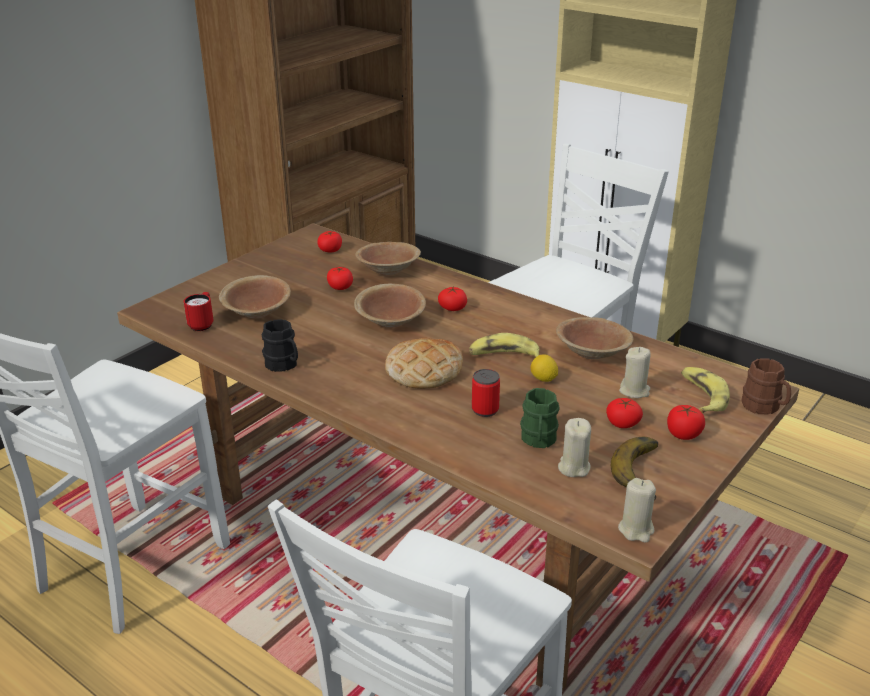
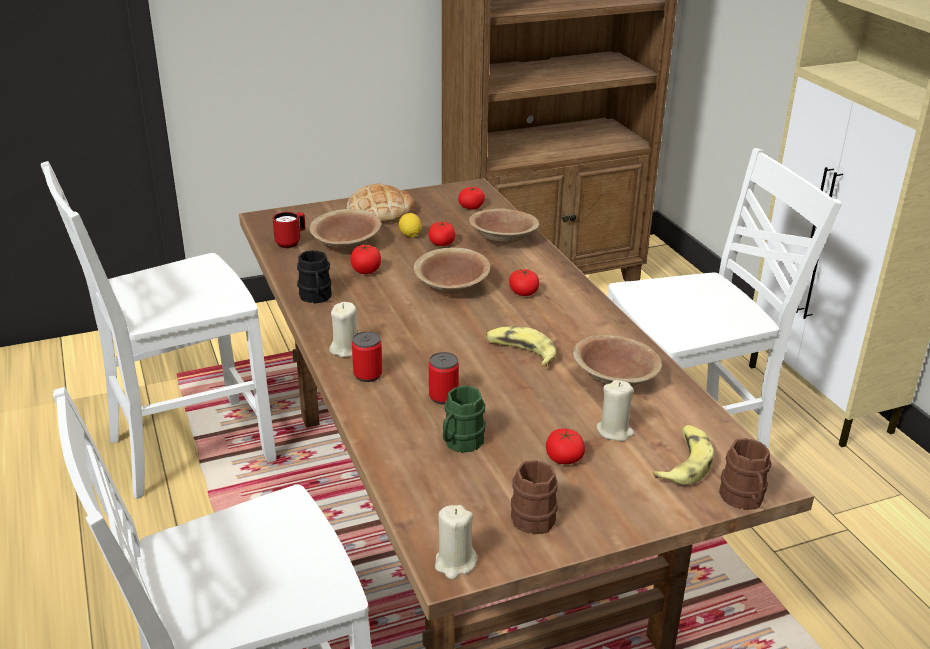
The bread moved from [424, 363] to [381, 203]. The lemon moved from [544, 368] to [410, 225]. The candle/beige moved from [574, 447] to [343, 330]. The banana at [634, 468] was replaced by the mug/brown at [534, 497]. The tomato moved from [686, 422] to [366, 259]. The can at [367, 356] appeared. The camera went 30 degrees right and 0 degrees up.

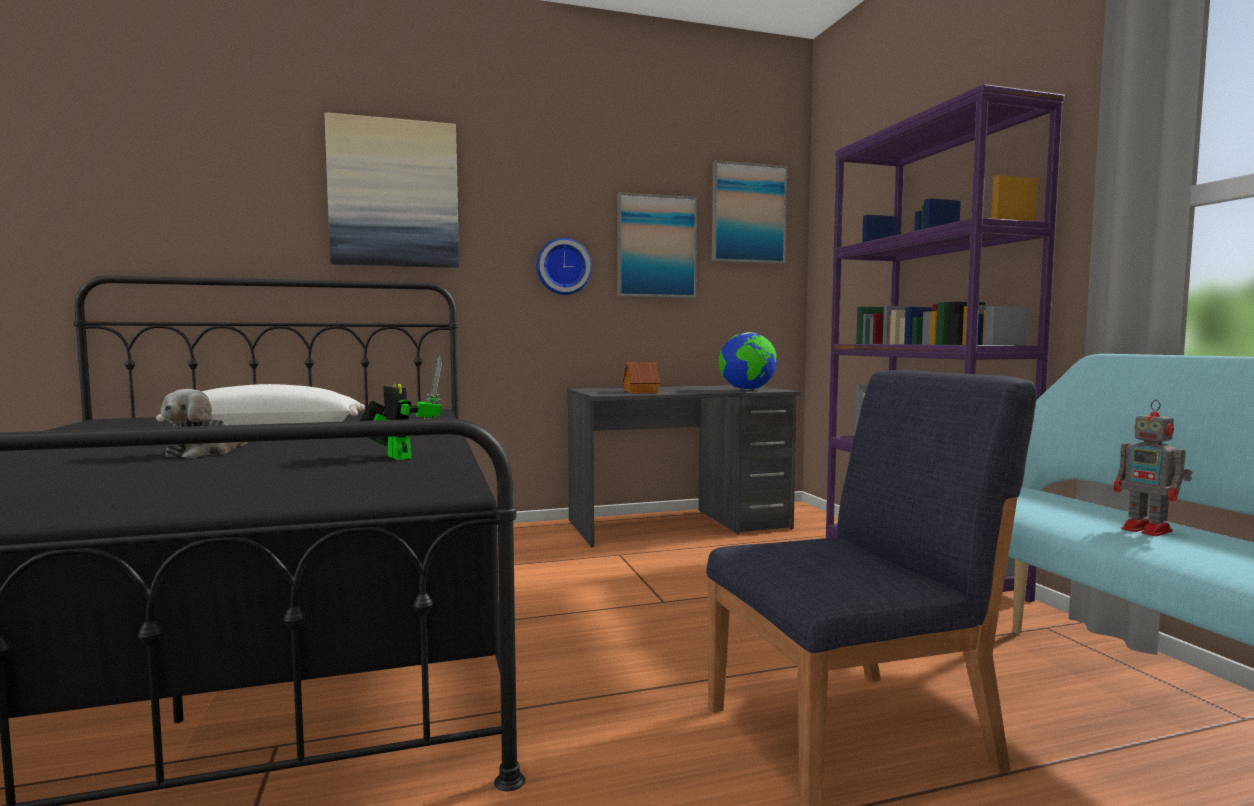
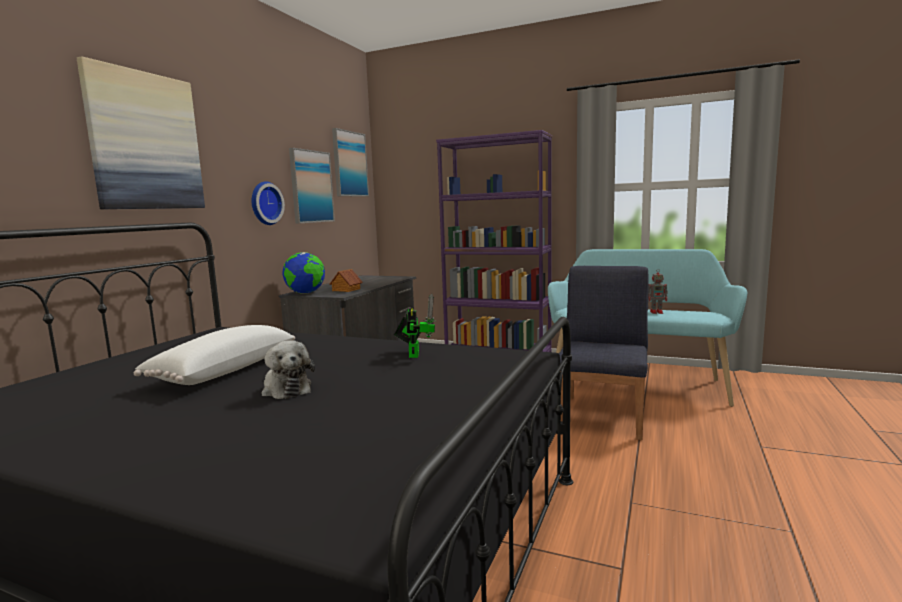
The toy robot at [401, 408] turned 90 degrees clockwise. The globe moved from [748, 361] to [303, 273]. The camera went 50 degrees left and 5 degrees up.

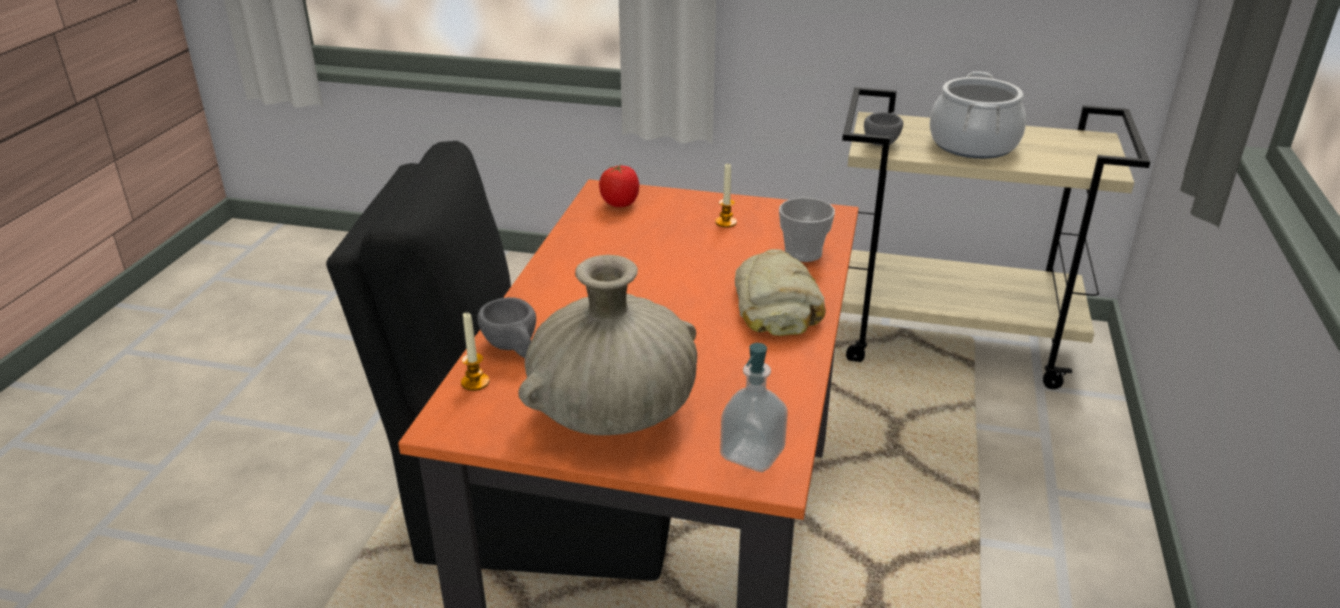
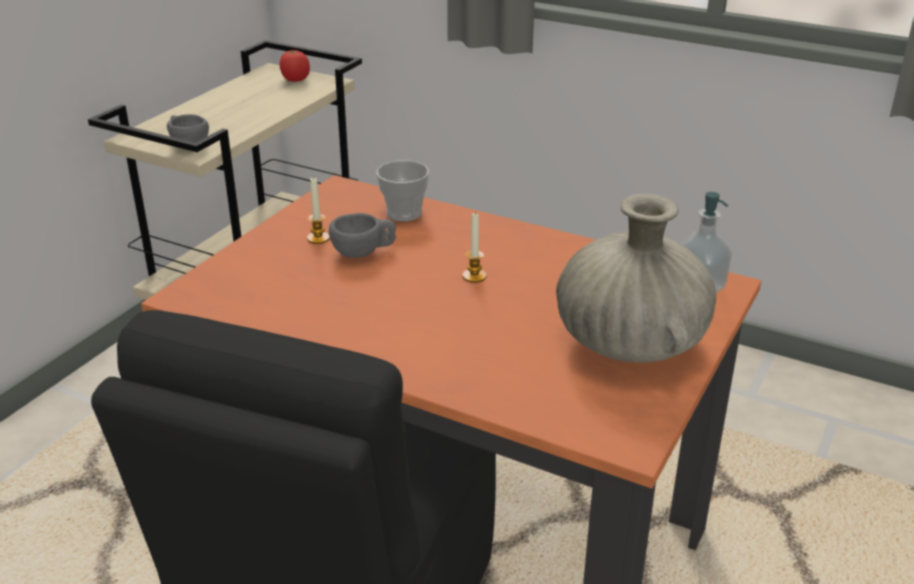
The candle moved from [475, 351] to [474, 248]. The cup/grey moved from [506, 327] to [362, 235]. The tomato moved from [619, 185] to [294, 66]. The bread at [780, 292] disappeared. The cooking pot at [978, 115] disappeared. The camera went 75 degrees left and 0 degrees up.

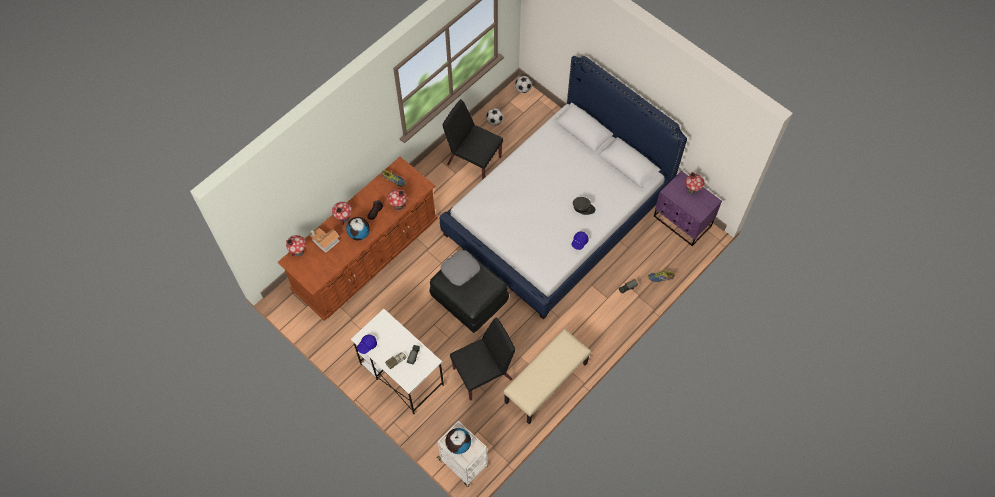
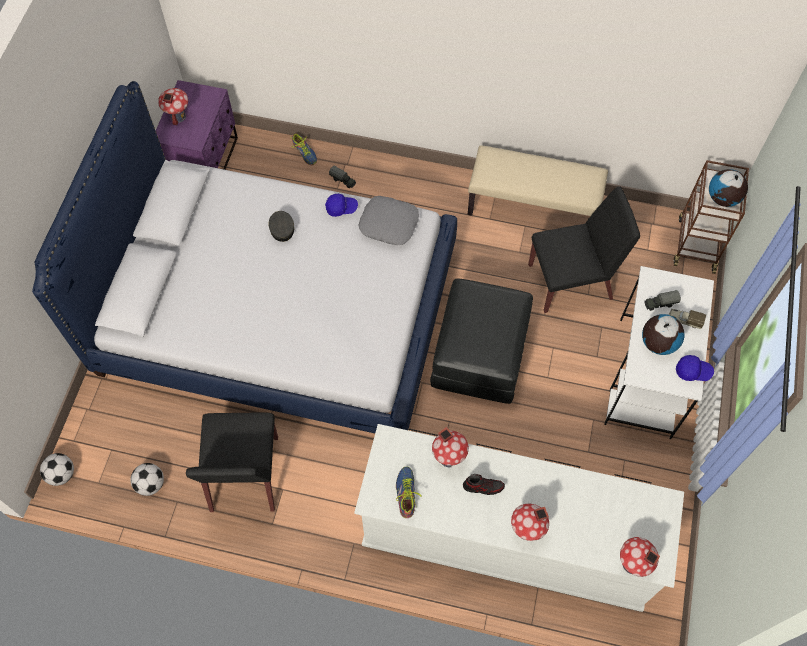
The dresser/brown at [358, 239] became the dresser/white at [519, 518]. The toy house at [325, 240] disappeared. The globe moved from [358, 228] to [663, 334]. The cart/white at [462, 454] became the cart/brown at [711, 217]. The pillow/grey moved from [460, 268] to [388, 220]. The chair/black at [482, 359] turned 135 degrees clockwise. The camera went 120 degrees left and 0 degrees up.

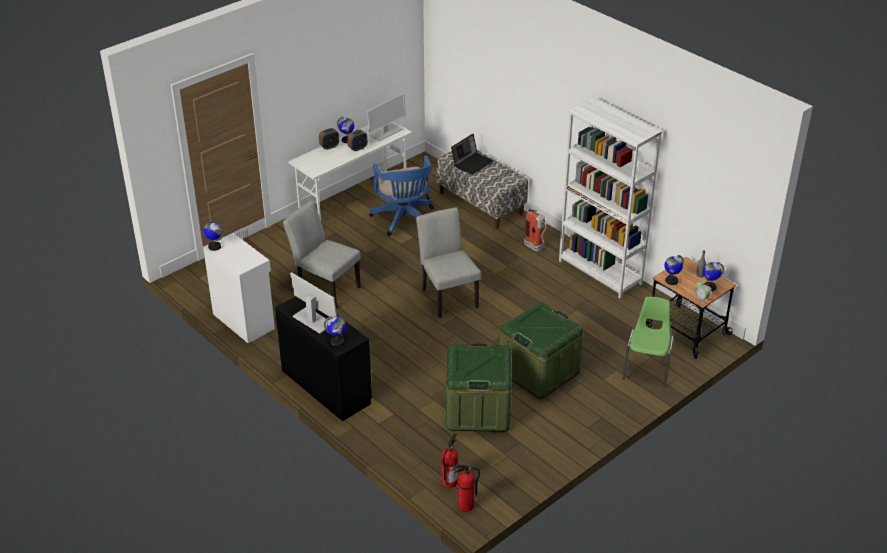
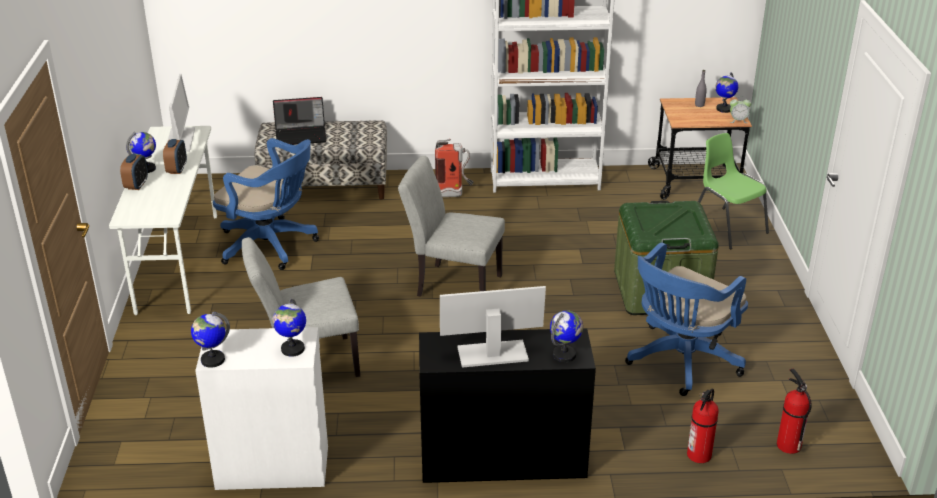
The storage box/green at [479, 388] was replaced by the office chair/blue at [686, 319]. The laptop at [472, 154] turned 90 degrees clockwise. The fire extinguisher moved from [467, 488] to [703, 426]. The globe moved from [674, 270] to [289, 328]. The camera went 50 degrees left and 5 degrees down.

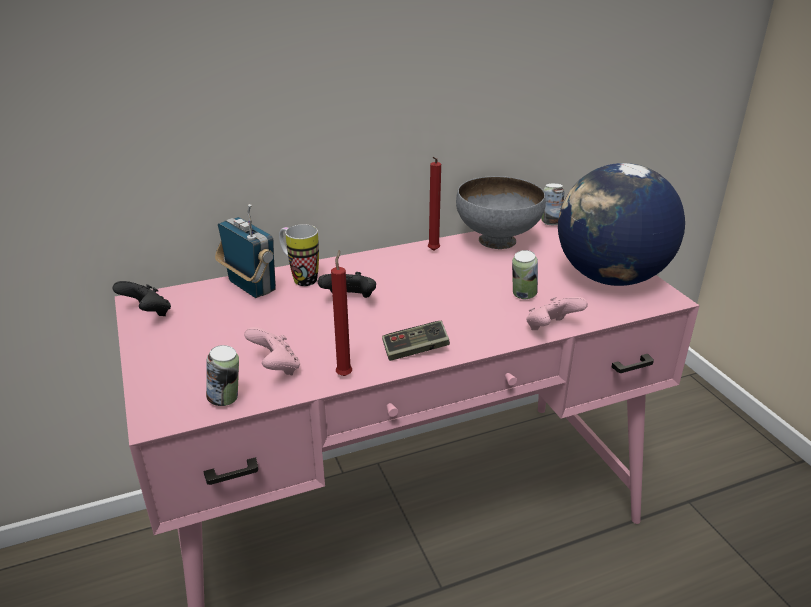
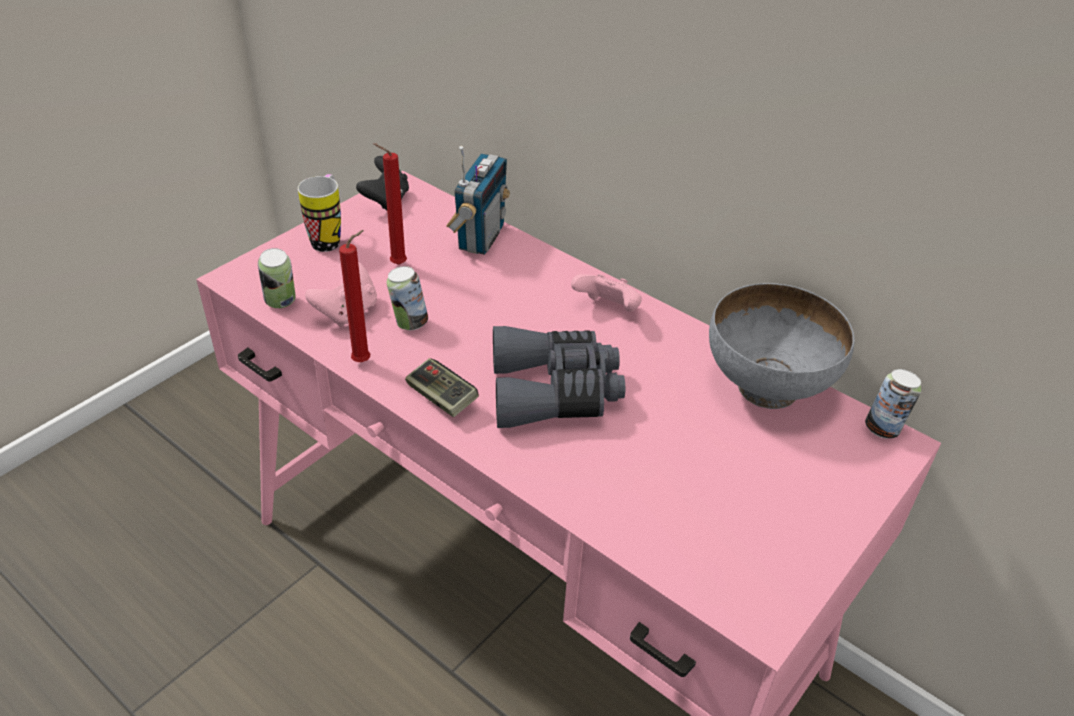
The mug moved from [299, 255] to [319, 213]. The game controller/black at [347, 285] disappeared. The candle/red moved from [434, 204] to [390, 204]. The can moved from [525, 274] to [407, 298]. The game controller/pink moved from [557, 313] to [606, 293]. The globe at [621, 224] disappeared. The binoculars/grey at [559, 377] appeared. The camera went 60 degrees right and 10 degrees up.

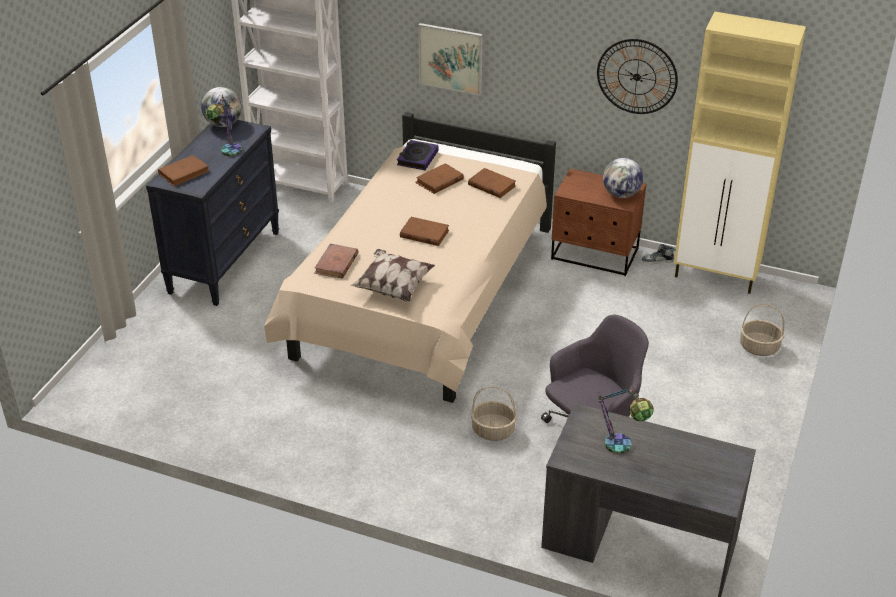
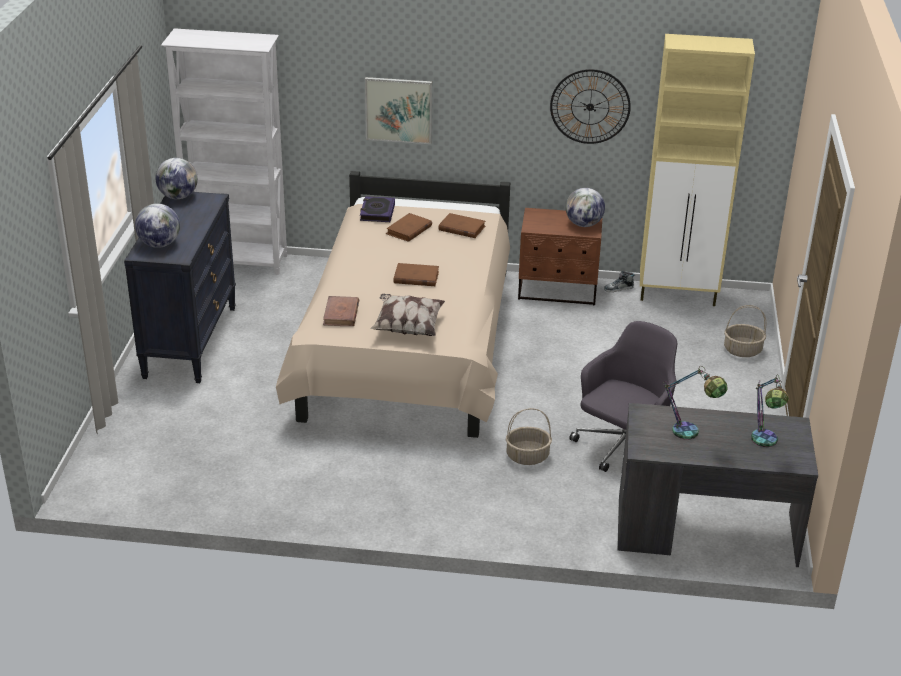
The book/brown at [184, 170] was replaced by the globe at [157, 226]. The table lamp moved from [224, 125] to [770, 410]. The camera went 15 degrees left and 5 degrees down.

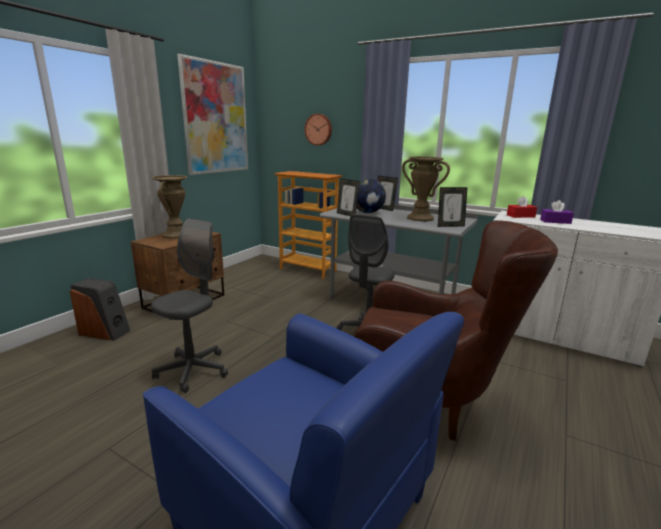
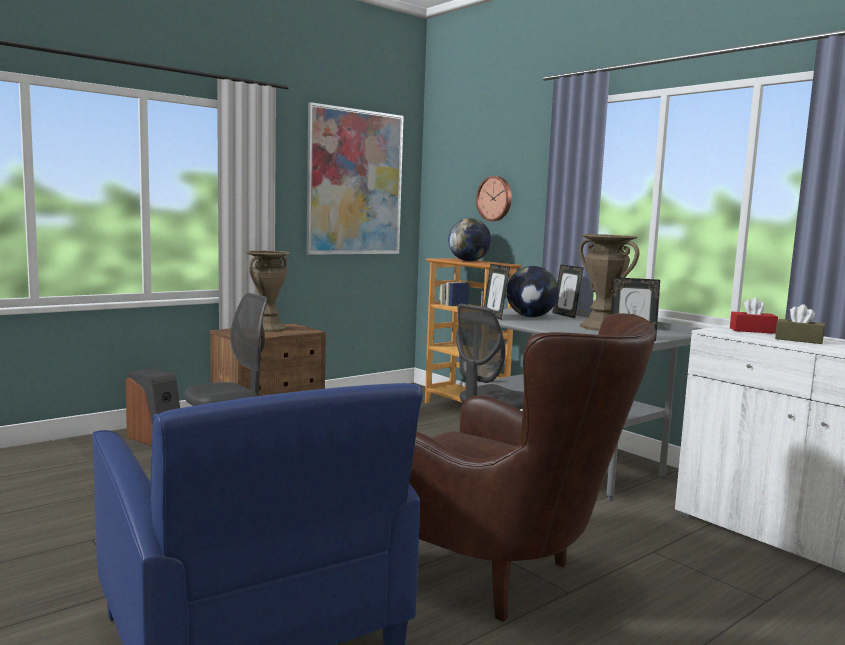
The tissue box/purple at [557, 212] became the tissue box/brown at [800, 324]. The globe at [469, 239] appeared. The camera went 20 degrees right and 10 degrees down.

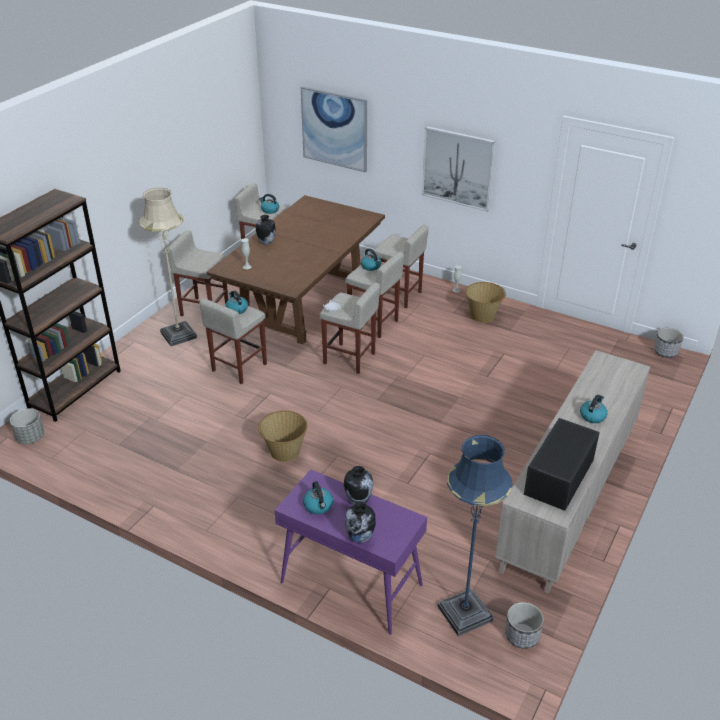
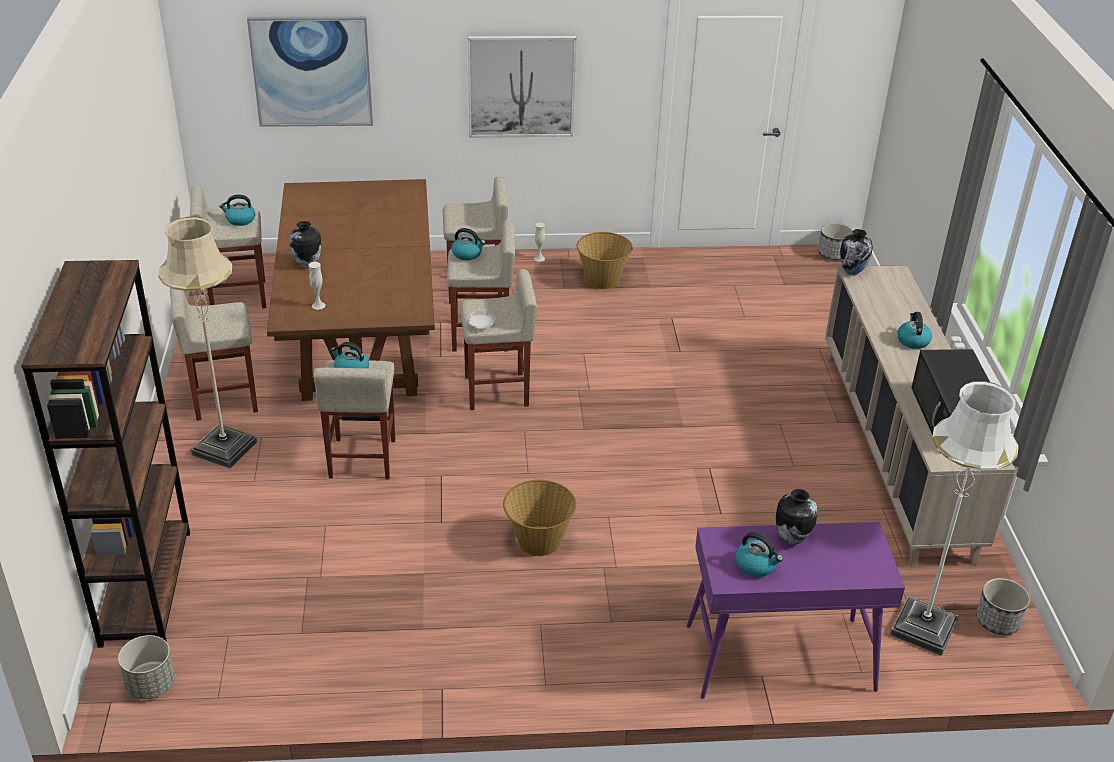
The vase moved from [360, 522] to [856, 252]. The floor lamp/blue at [474, 536] became the floor lamp/white at [954, 518]. The camera went 35 degrees left and 0 degrees up.

